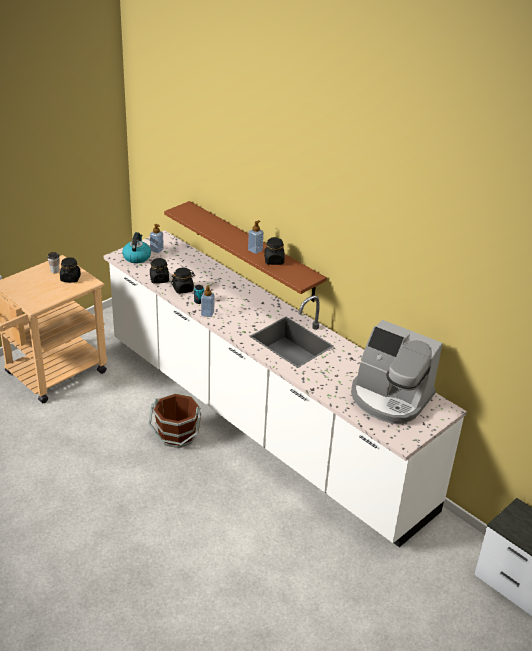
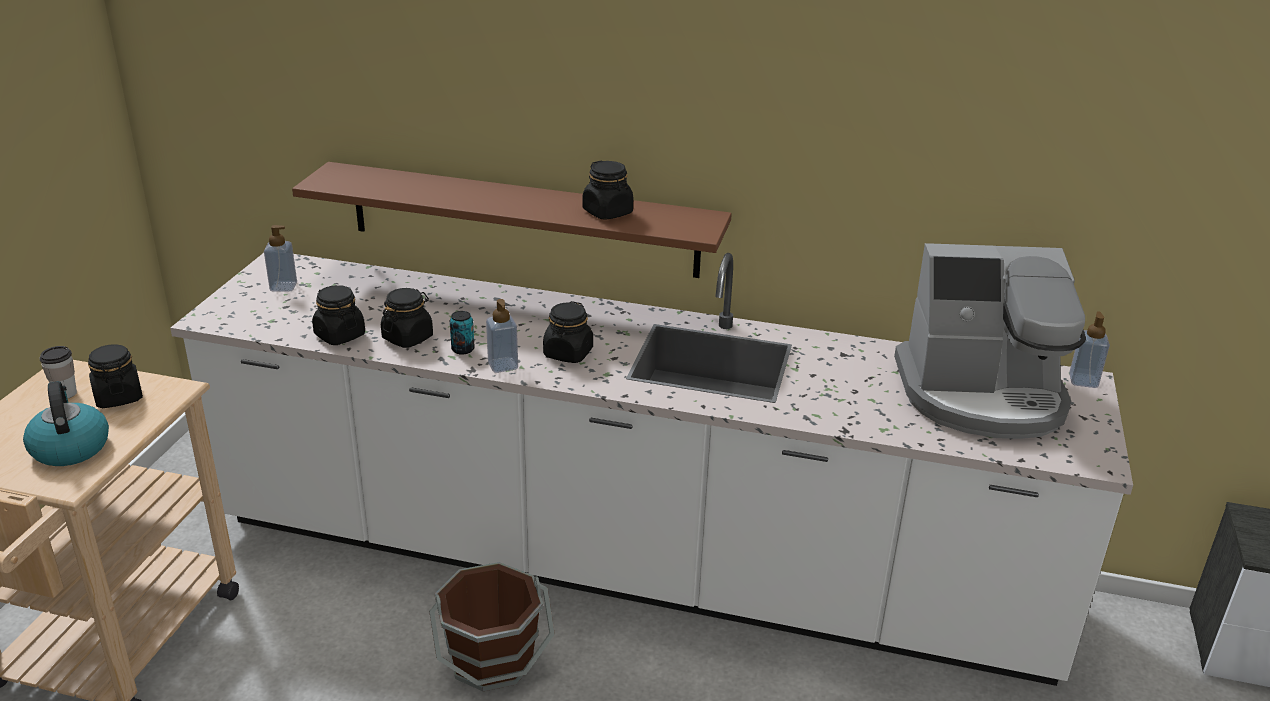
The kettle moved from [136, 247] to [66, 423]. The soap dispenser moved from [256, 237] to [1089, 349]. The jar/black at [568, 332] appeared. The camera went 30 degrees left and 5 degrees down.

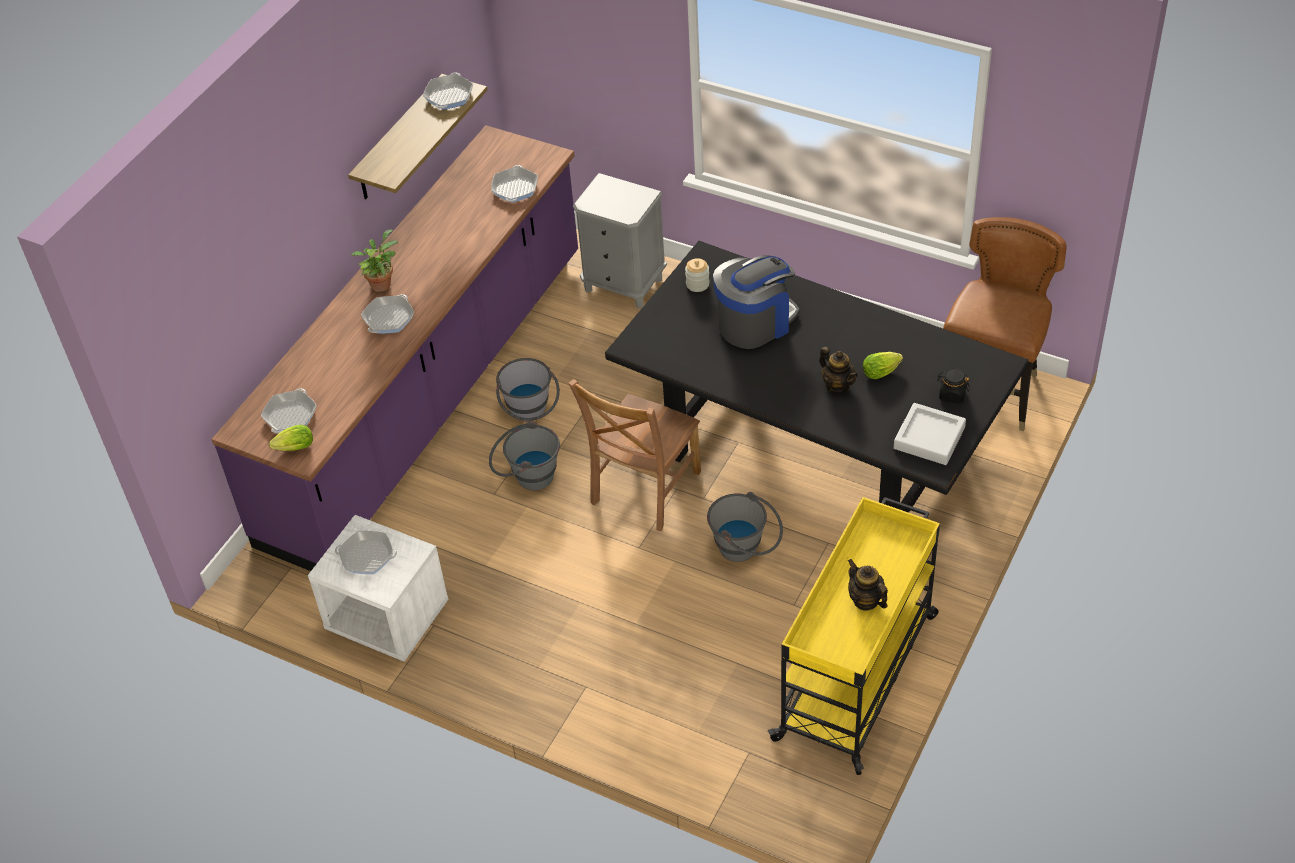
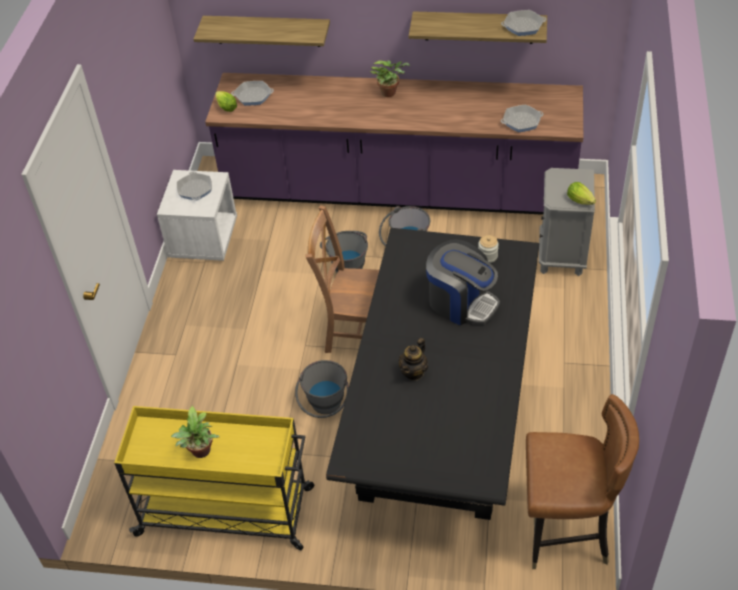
The frying pan at [387, 314] disappeared. The teapot at [868, 585] was replaced by the potted plant at [195, 431]. The lettuce moved from [883, 365] to [581, 193]. The tray/grey at [930, 434] disappeared. The jar/black at [953, 385] disappeared. The shelf at [262, 31] appeared. The camera went 70 degrees right and 0 degrees up.

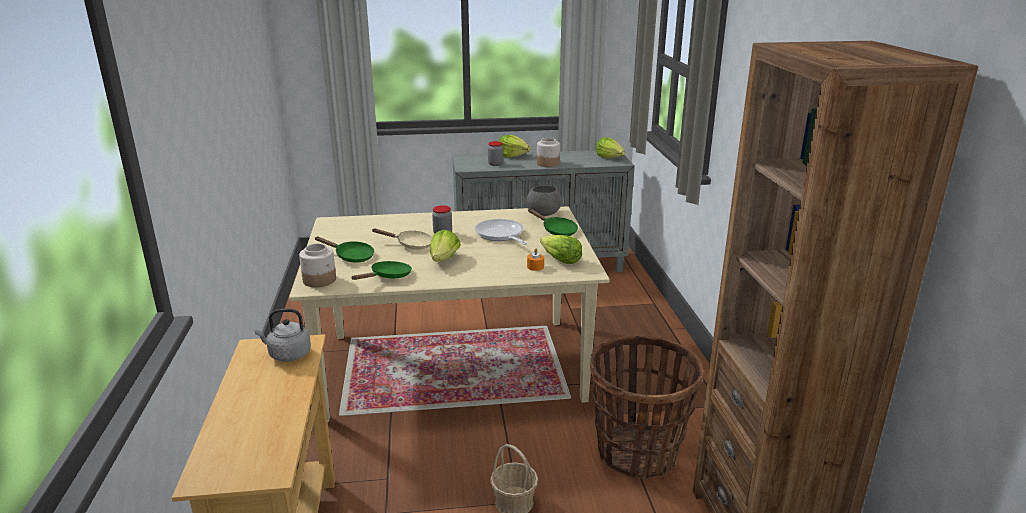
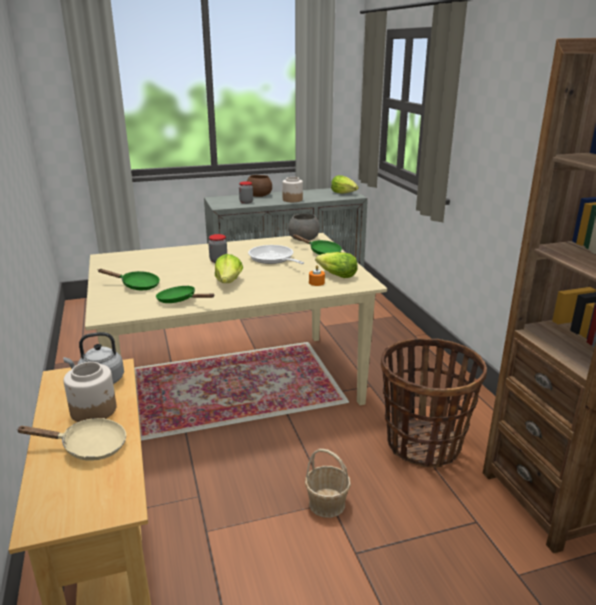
The jar moved from [317, 265] to [90, 392]. The frying pan/green at [381, 270] turned 90 degrees counterclockwise. The frying pan/beige moved from [401, 239] to [71, 439]. The lettuce at [515, 146] was replaced by the bowl/brown at [259, 186]. The camera went 10 degrees left and 0 degrees up.

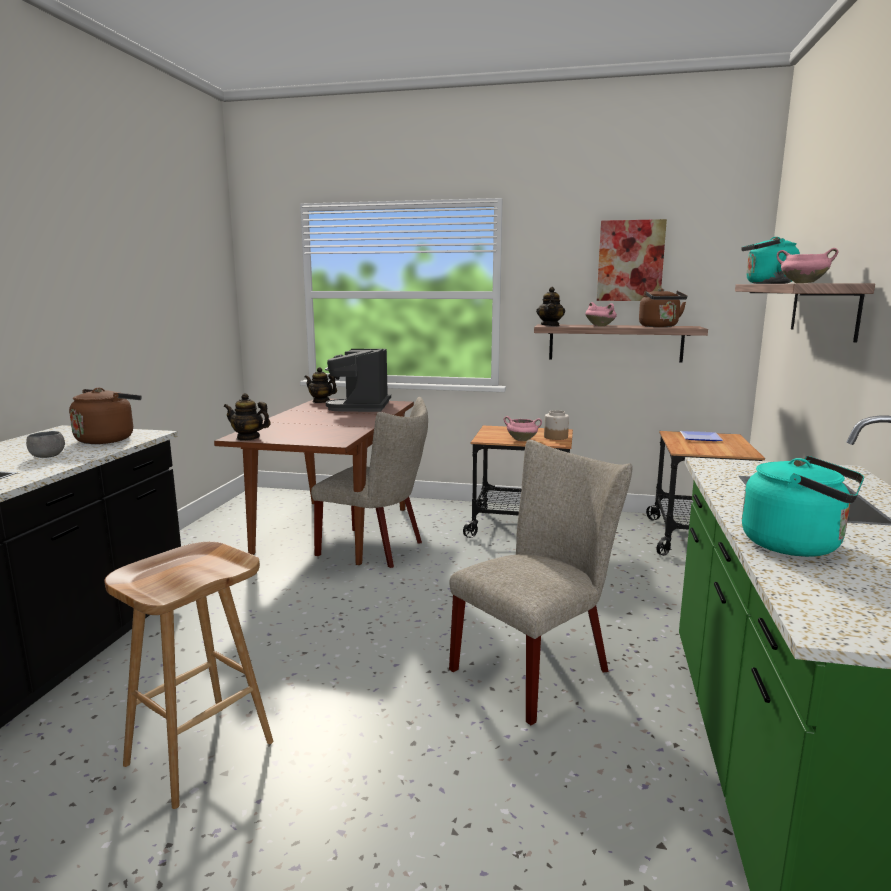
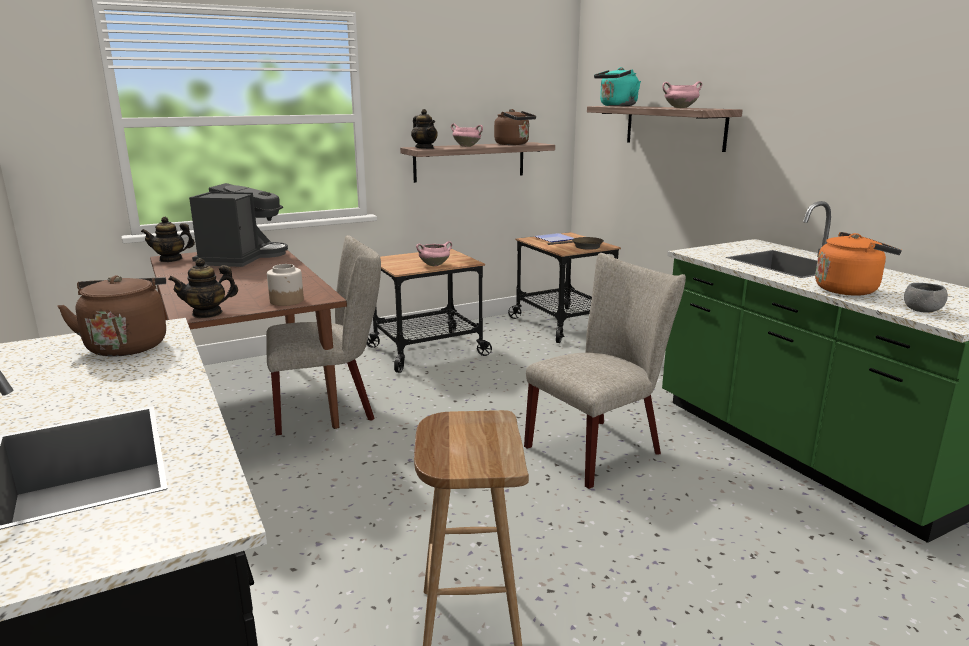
The bowl/grey moved from [45, 444] to [926, 298]. The coffee machine at [358, 380] turned 135 degrees counterclockwise. The chair/beige at [540, 582] turned 45 degrees clockwise. The jar moved from [556, 425] to [285, 285]. The picture at [632, 260] disappeared. The kettle/turquoise at [803, 506] became the kettle/orange at [858, 264]. The frying pan/brown at [576, 243] appeared. The camera went 40 degrees left and 5 degrees up.

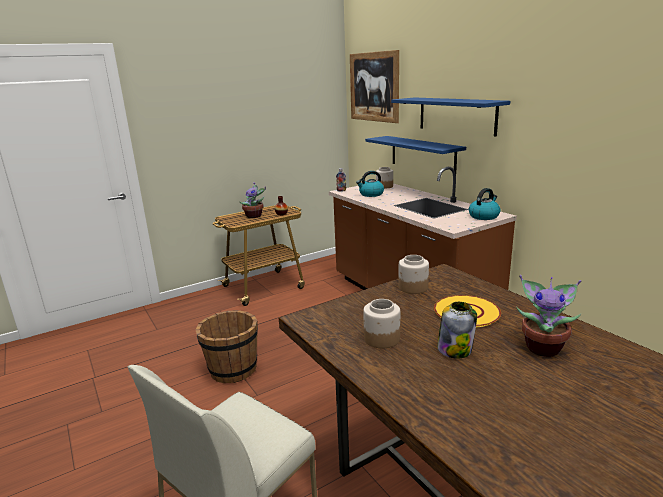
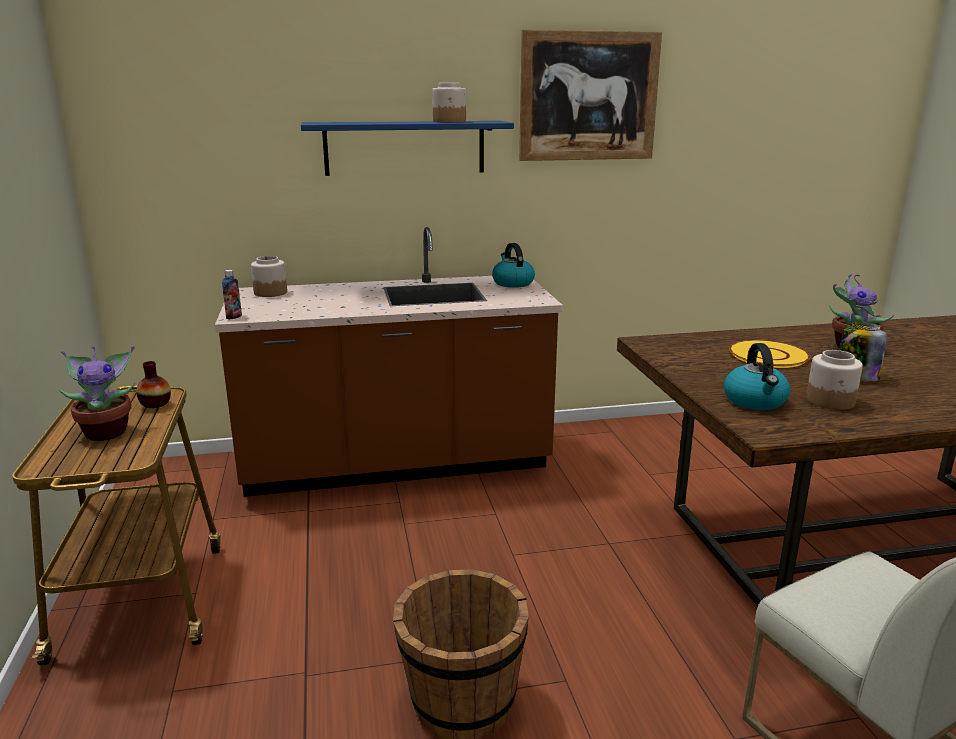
The picture moved from [374, 86] to [590, 95]. The kettle moved from [370, 184] to [757, 376]. The shelf/blue at [415, 155] disappeared. The jar moved from [413, 274] to [449, 102]. The camera went 70 degrees left and 0 degrees up.

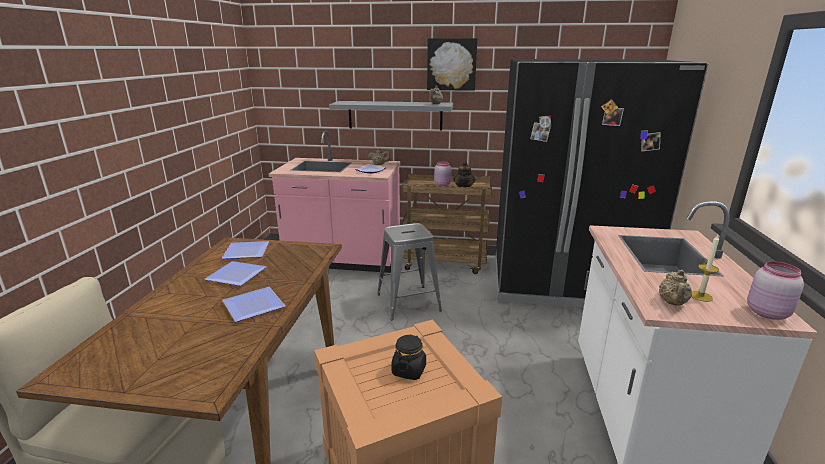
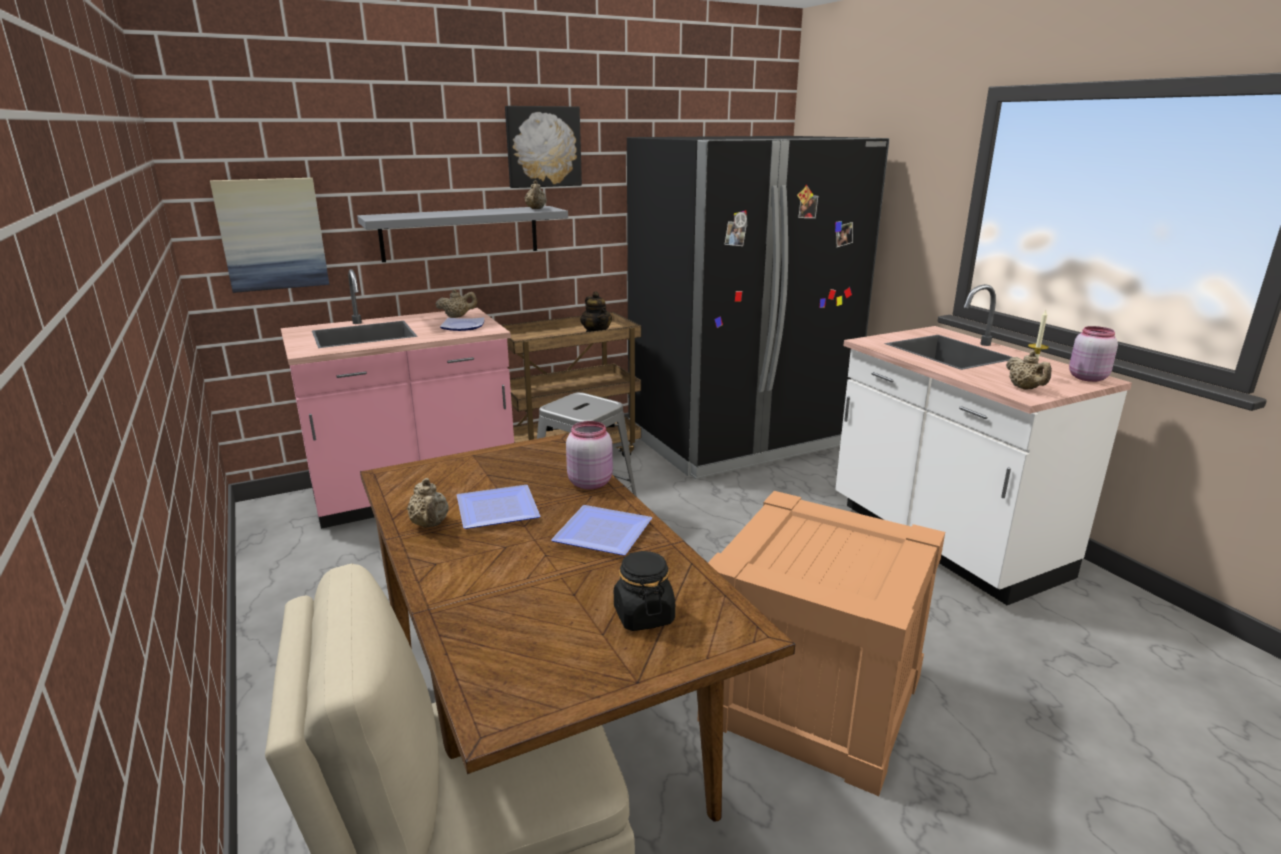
The plate at [245, 250] disappeared. The jar/black moved from [409, 357] to [644, 591]. The jar/pink moved from [442, 173] to [589, 455]. The picture at [269, 235] appeared. The teapot/beige at [428, 502] appeared. The camera went 35 degrees left and 0 degrees up.

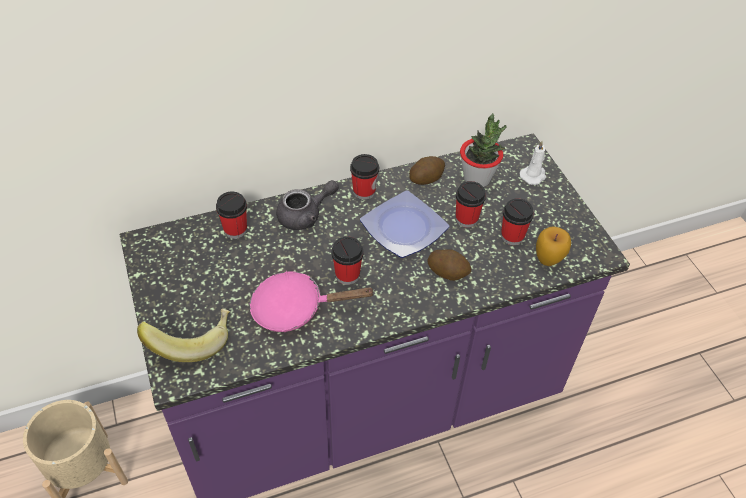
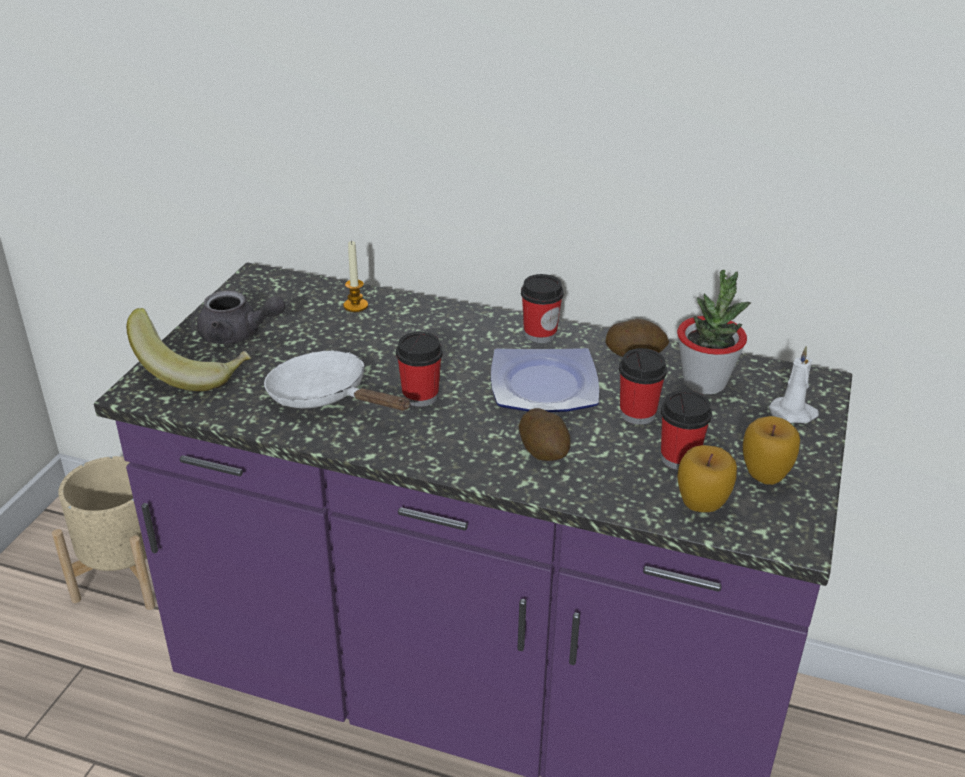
The cup at [231, 215] was replaced by the candle at [355, 276]. The frying pan/pink at [312, 301] became the frying pan/white at [337, 380]. The teapot/grey moved from [307, 205] to [241, 317]. The apple at [771, 450] appeared. The camera went 40 degrees right and 15 degrees down.

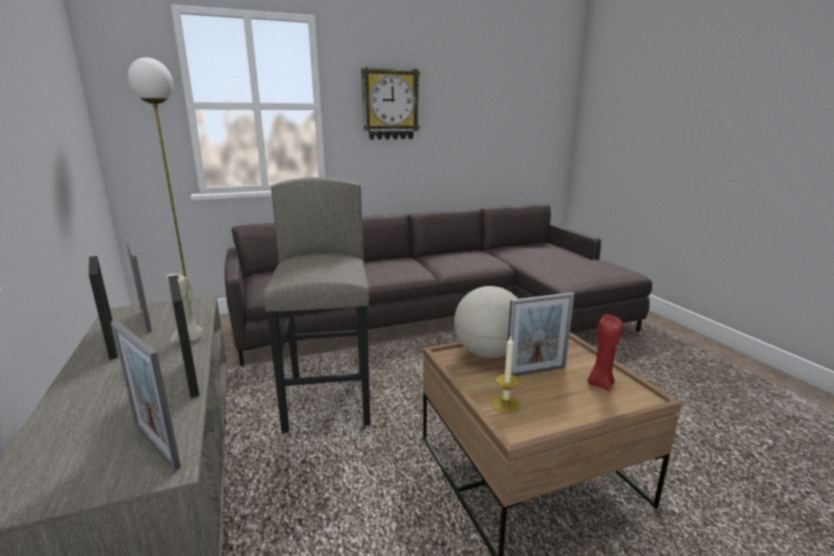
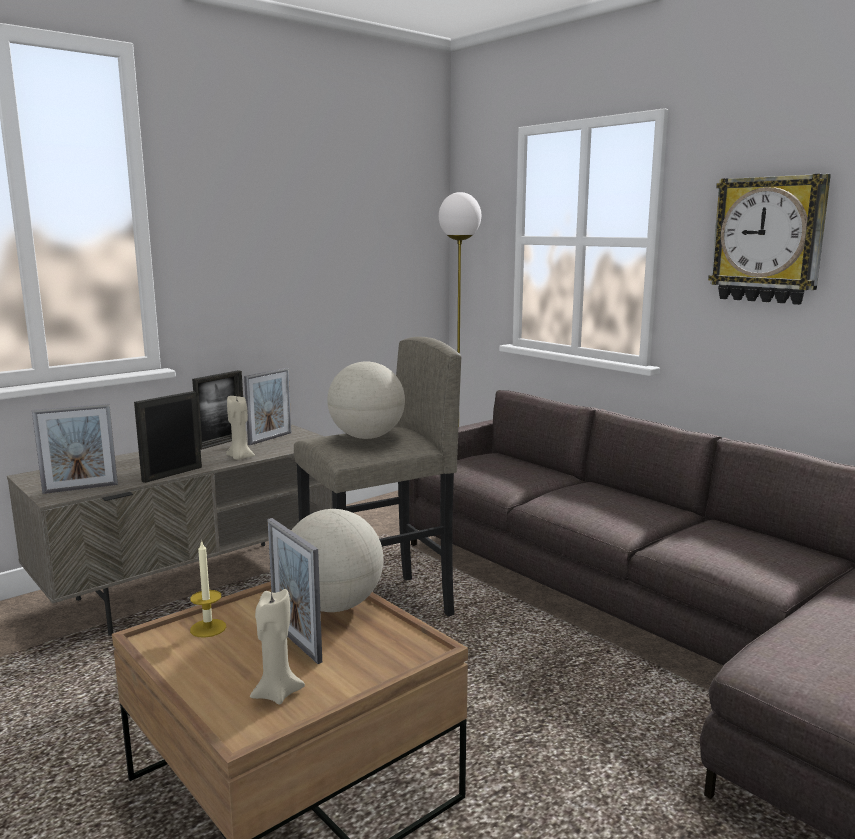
The picture frame at [146, 395] turned 135 degrees counterclockwise. The candle/red at [605, 352] became the candle/beige at [277, 646]. The globe at [366, 400] appeared. The camera went 70 degrees right and 5 degrees down.

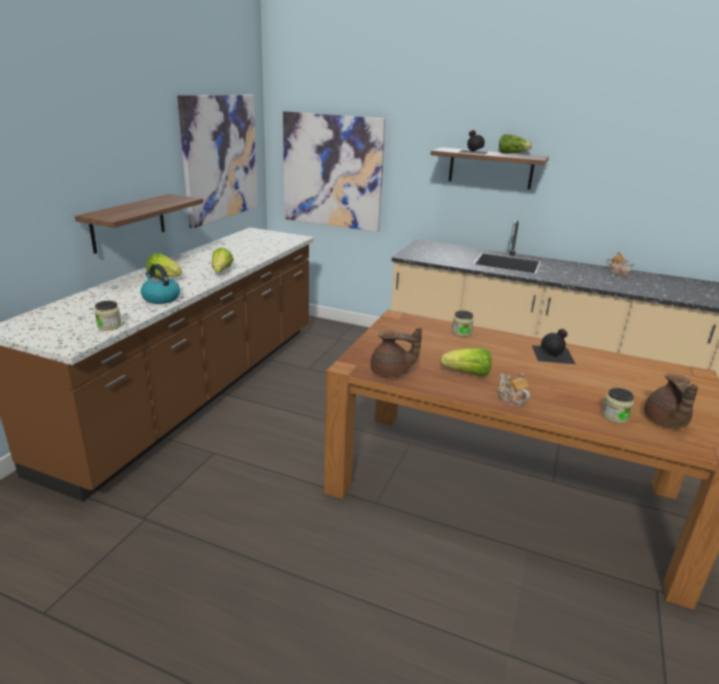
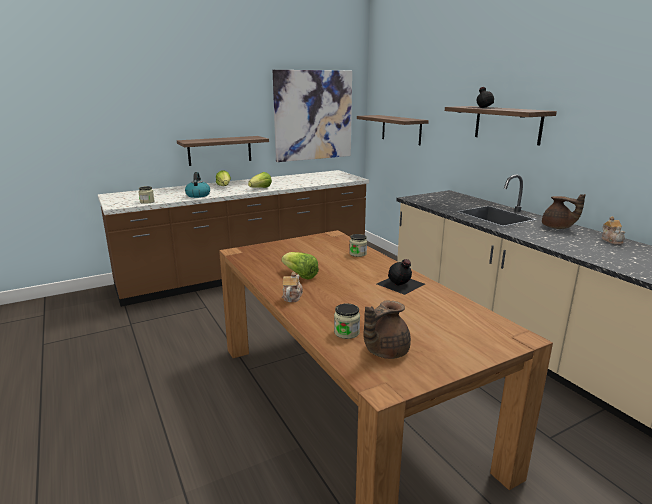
The picture at [334, 171] was replaced by the shelf at [393, 130]. The teapot/brown moved from [396, 352] to [564, 211]. The lettuce at [515, 144] disappeared. The camera went 40 degrees right and 5 degrees down.

